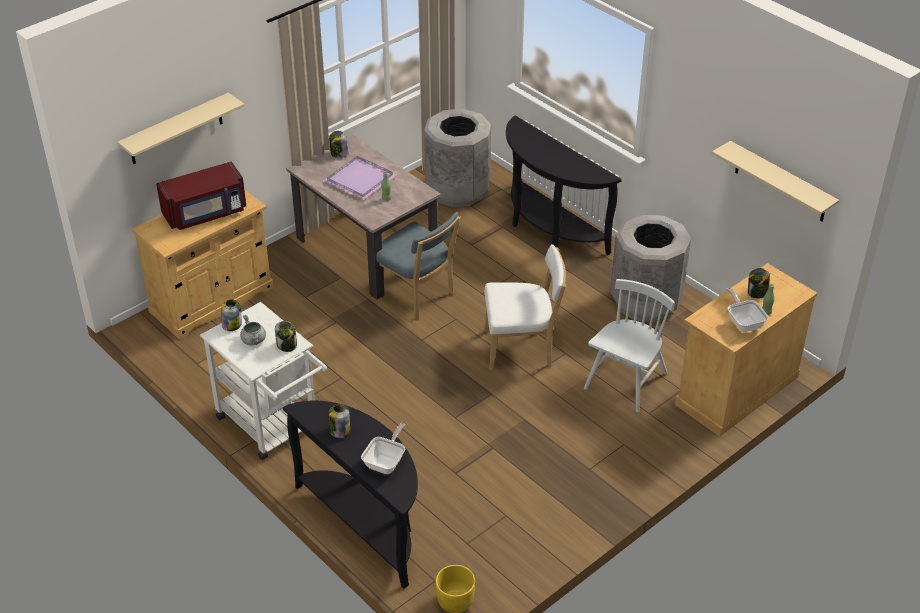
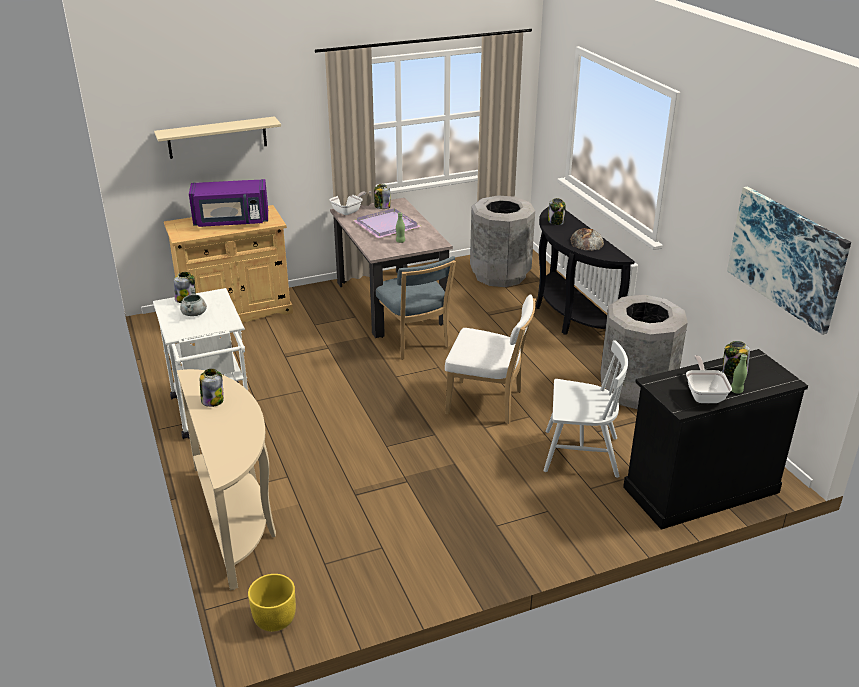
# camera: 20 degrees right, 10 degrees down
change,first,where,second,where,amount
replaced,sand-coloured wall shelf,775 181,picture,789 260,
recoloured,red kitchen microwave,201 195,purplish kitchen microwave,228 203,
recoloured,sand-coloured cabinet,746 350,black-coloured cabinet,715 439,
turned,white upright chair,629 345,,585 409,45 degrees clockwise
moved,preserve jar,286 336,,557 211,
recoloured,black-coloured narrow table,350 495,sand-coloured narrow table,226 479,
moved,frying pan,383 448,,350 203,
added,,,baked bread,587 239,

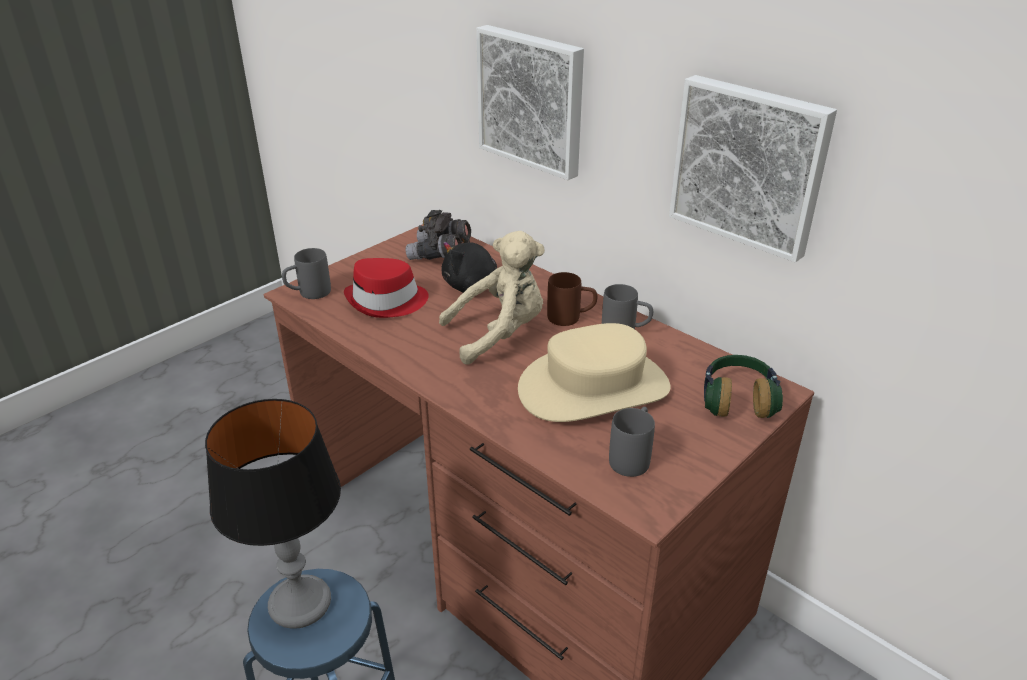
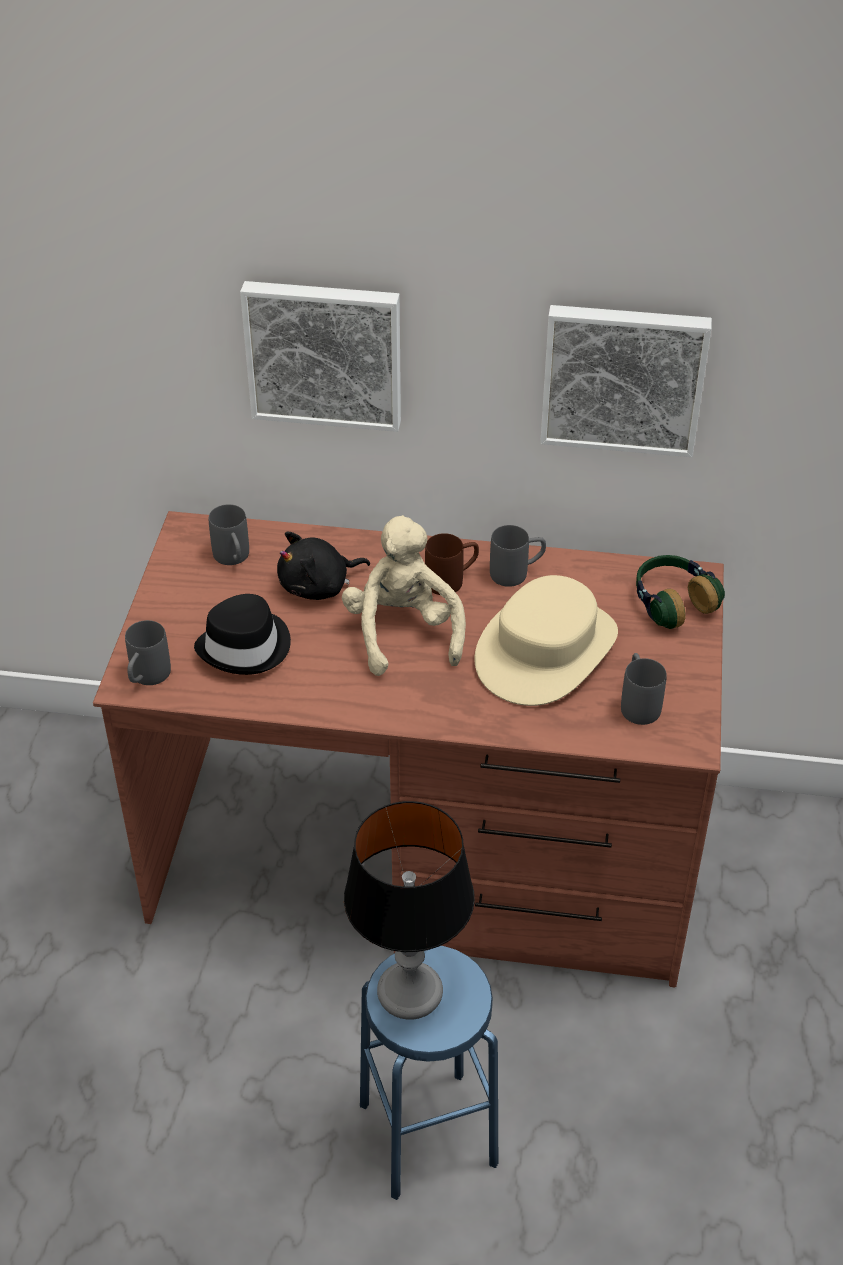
# camera: 35 degrees left, 10 degrees up
change,first,where,second,where,amount
replaced,greyish field glasses,438 235,greyish mug,229 534,
turned,sand-coloured soft toy,492 297,,404 595,45 degrees counterclockwise
recoloured,red hat,386 288,black-coloured hat,242 634,

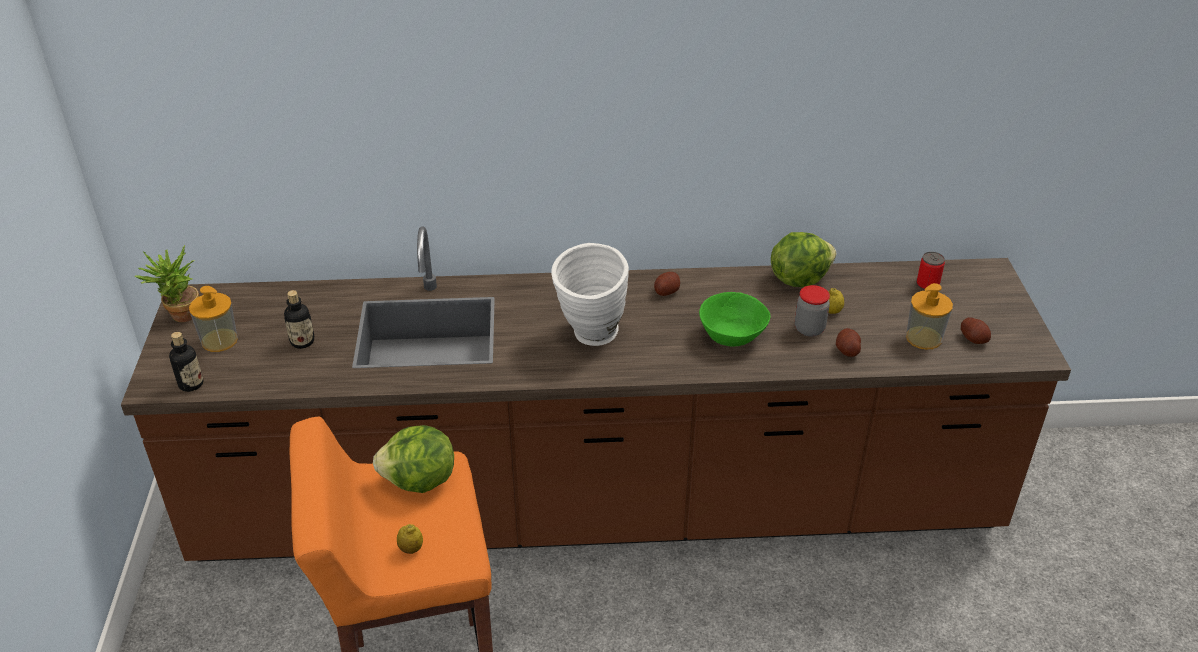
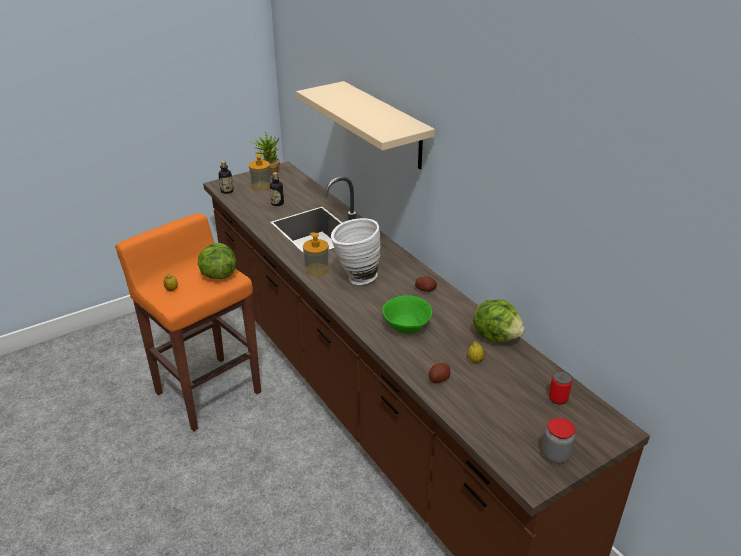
# camera: 60 degrees right, 5 degrees down
change,first,where,second,where,amount
moved,soap bottle,929 316,,316 254,
moved,preserve jar,812 311,,558 441,
removed,spud,976 330,,,
added,,,sand-coloured wall shelf,365 125,

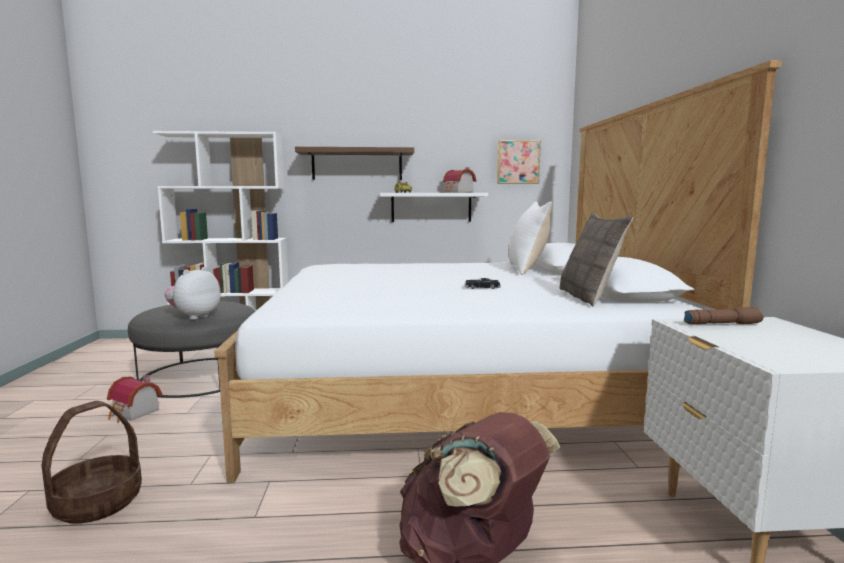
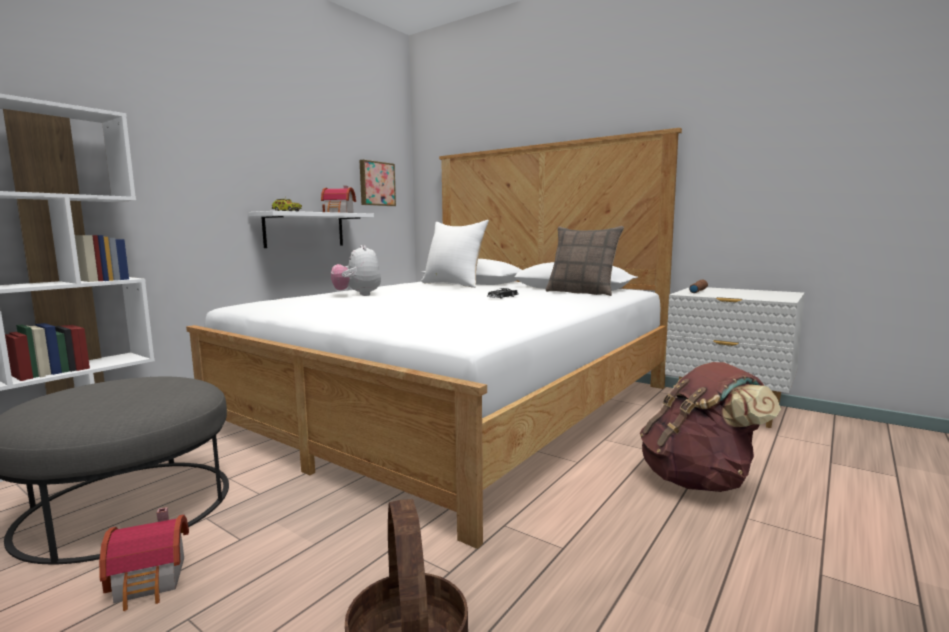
# camera: 50 degrees left, 0 degrees up
change,first,where,second,where,amount
removed,brown wall shelf,354 163,,,
moved,soft toy,192 293,,356 270,

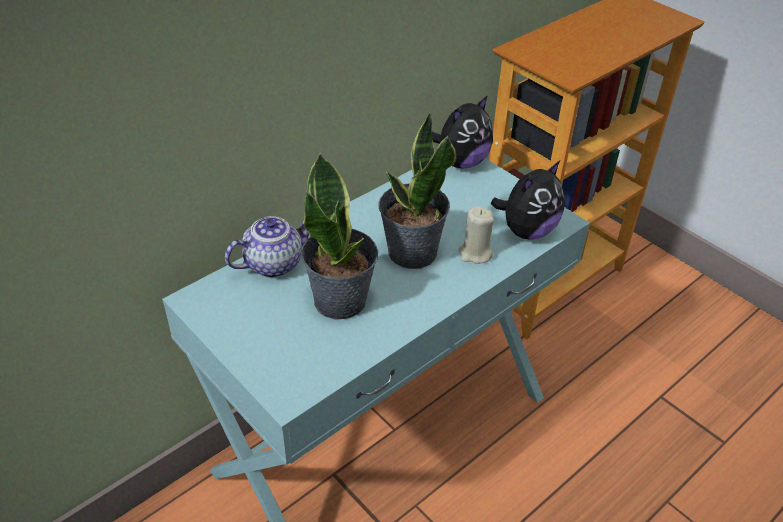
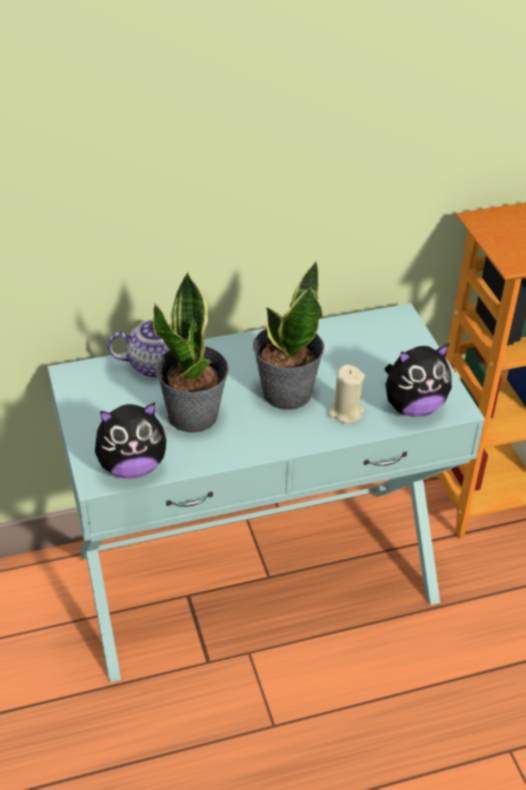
# camera: 25 degrees right, 0 degrees up
change,first,where,second,where,amount
moved,soft toy,462 131,,131 440,

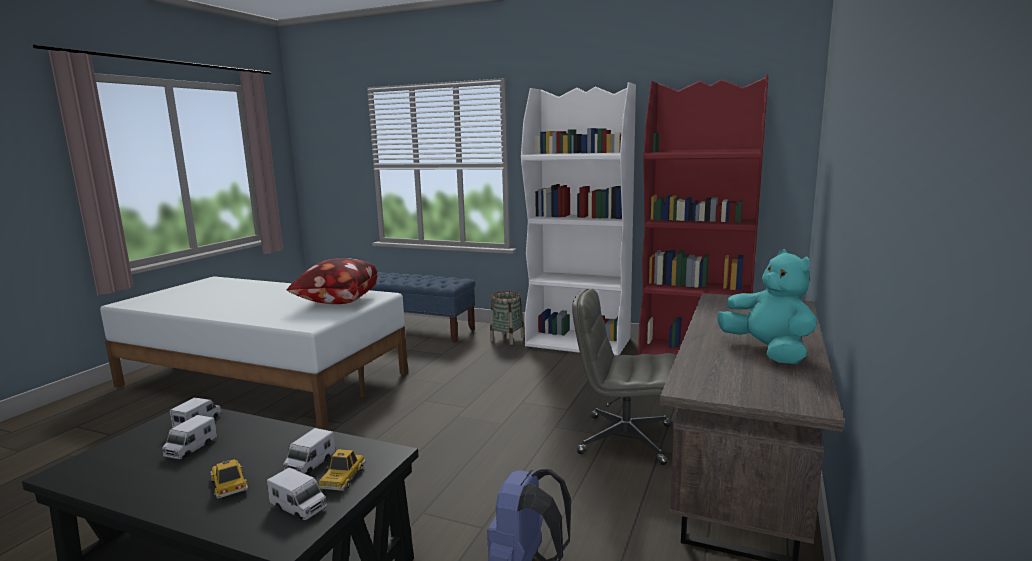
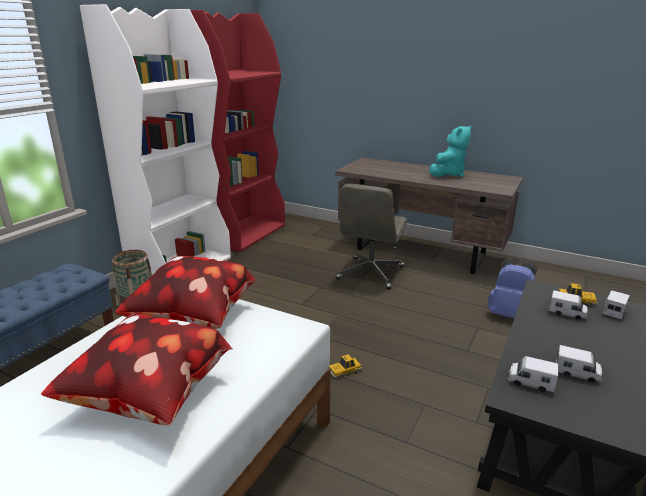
# camera: 85 degrees left, 10 degrees up
change,first,where,second,where,amount
turned,turquoise-coloured soft toy,767 306,,450 151,150 degrees clockwise
moved,toy car,229 479,,345 366,
added,,,throw pillow,137 370,

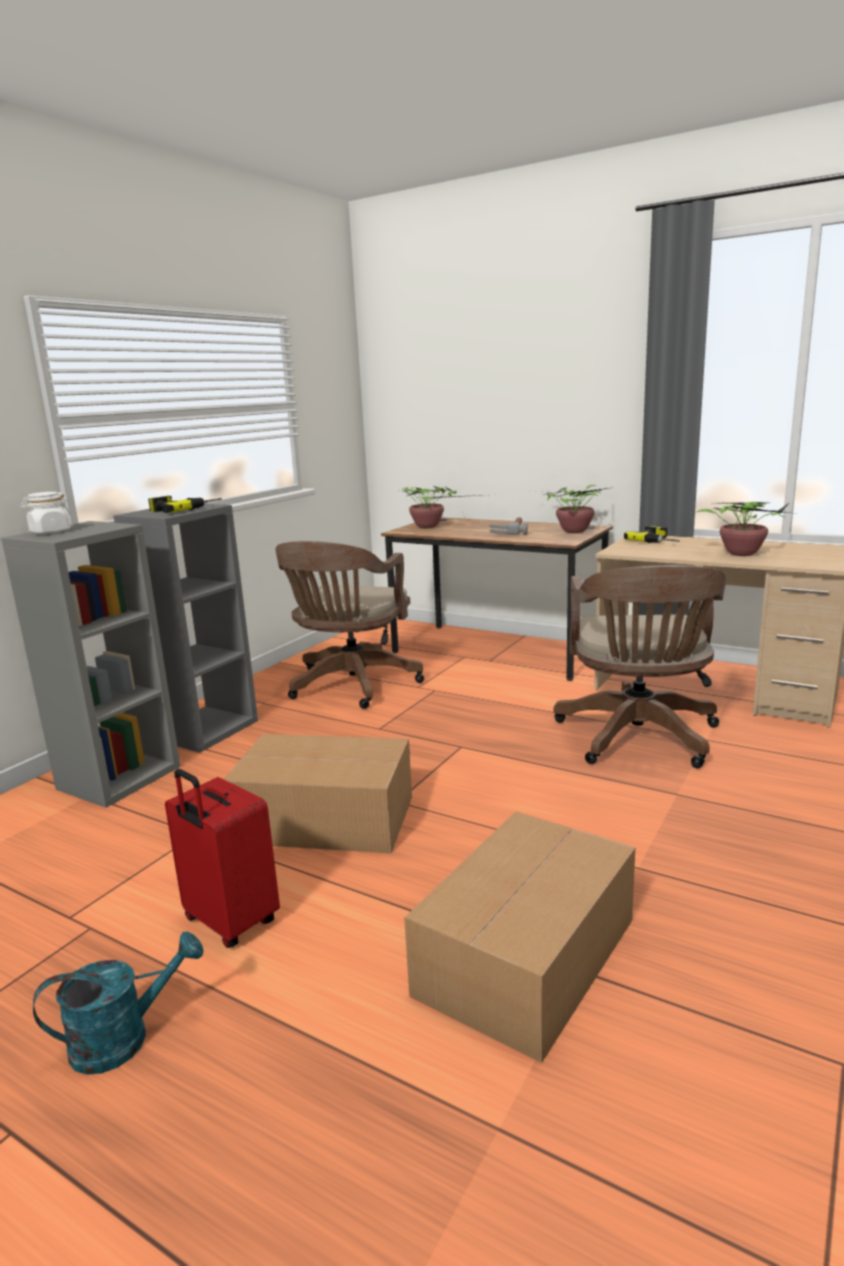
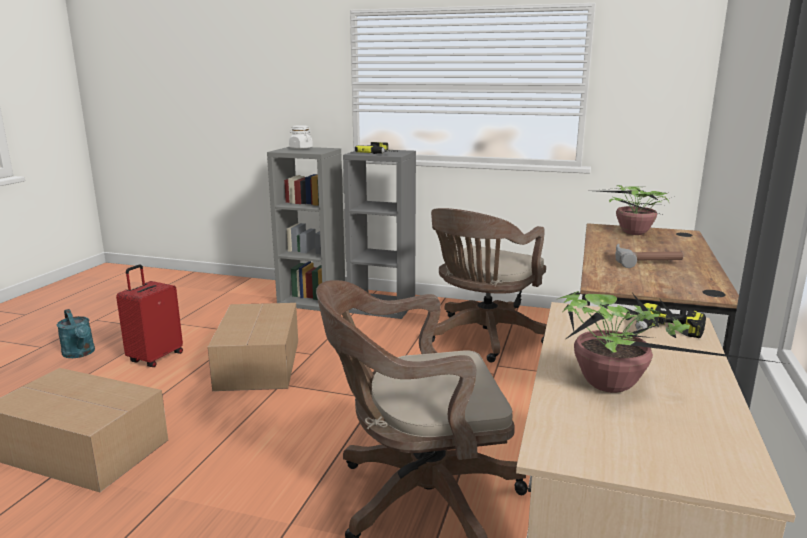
# camera: 75 degrees right, 0 degrees up
change,first,where,second,where,amount
removed,houseplant,576 509,,,
turned,brown desk chair,350 625,,489 285,60 degrees counterclockwise

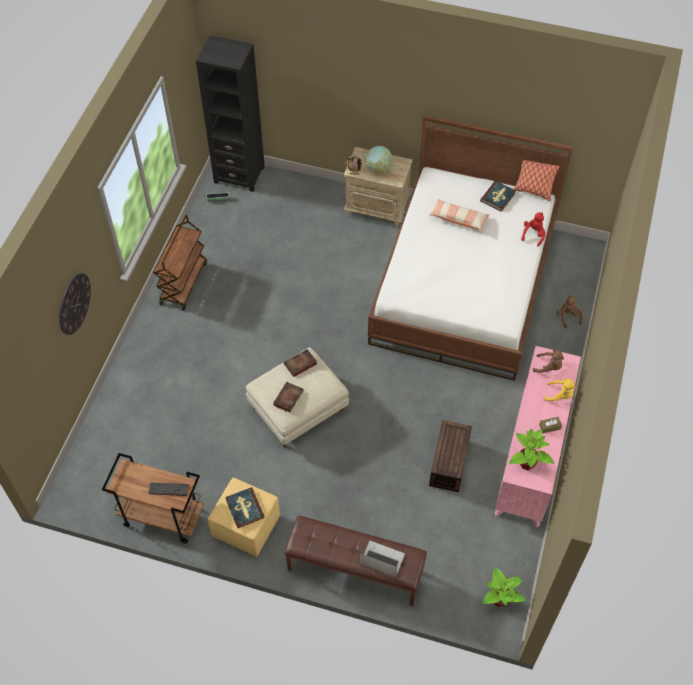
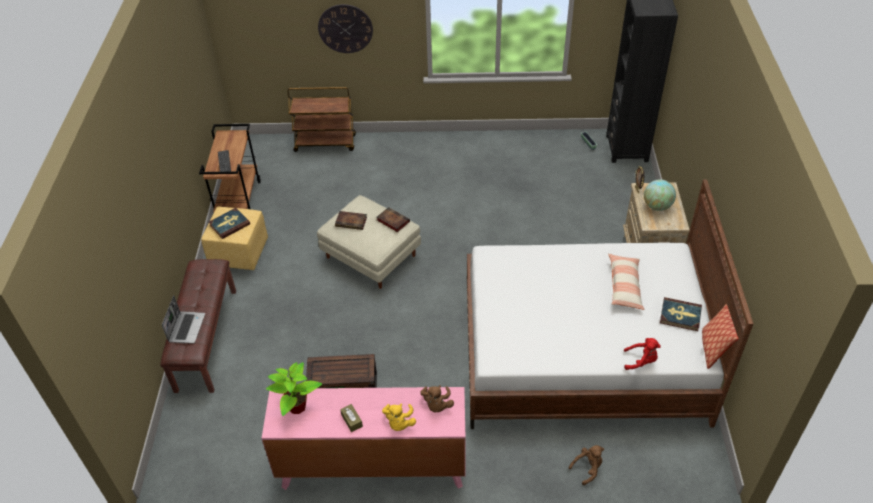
# camera: 75 degrees right, 10 degrees down
change,first,where,second,where,amount
moved,brown cart,180 263,,322 119,
removed,houseplant,504 587,,,

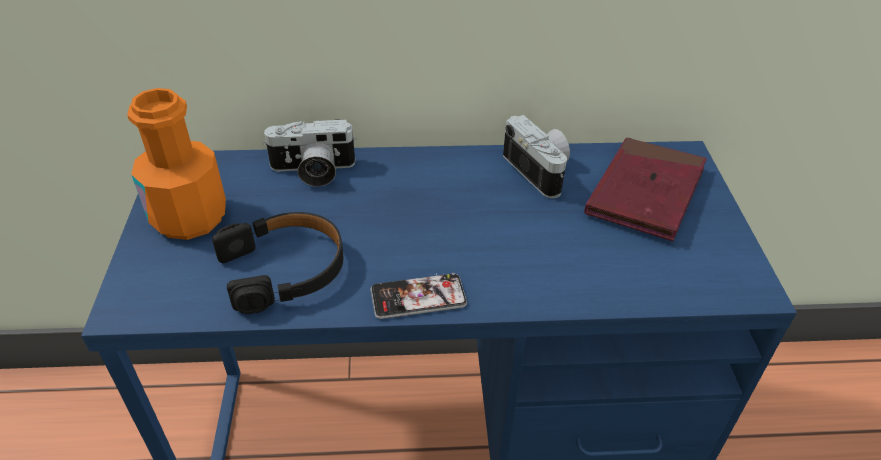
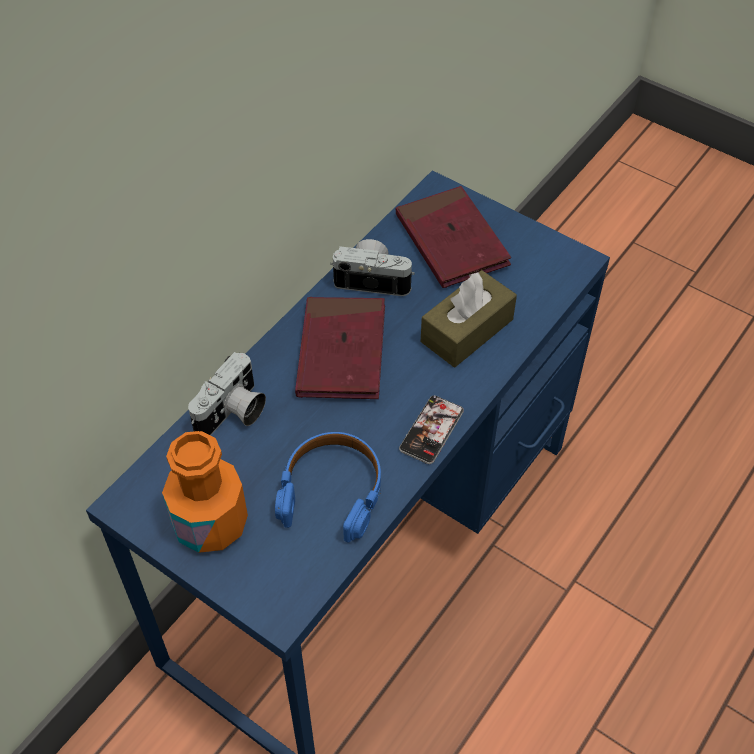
# camera: 50 degrees left, 10 degrees up
change,first,where,second,where,amount
recoloured,black-coloured headset,277 263,blue headset,328 487,
added,,,brown tissue box,469 318,
added,,,red bound book,340 348,

